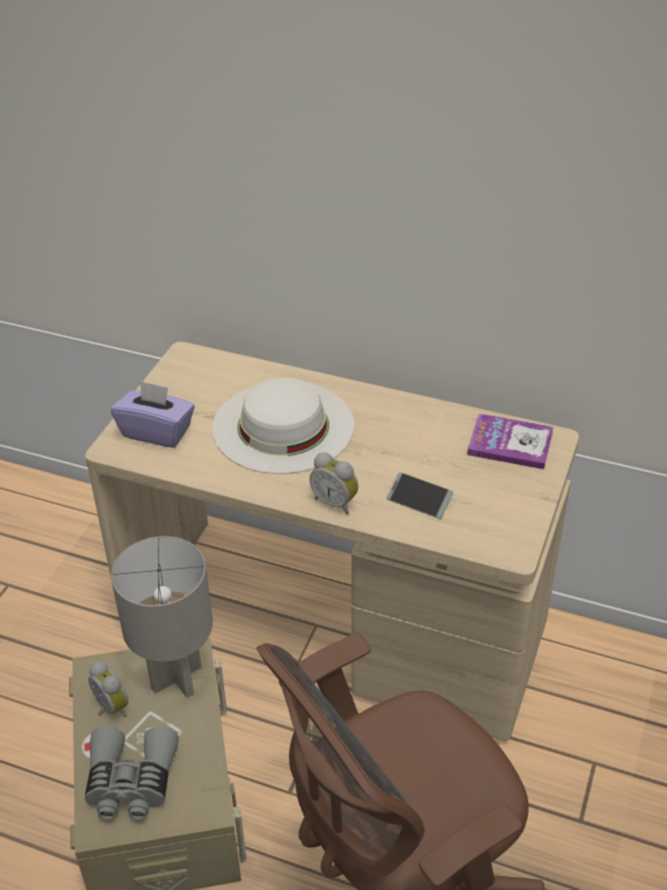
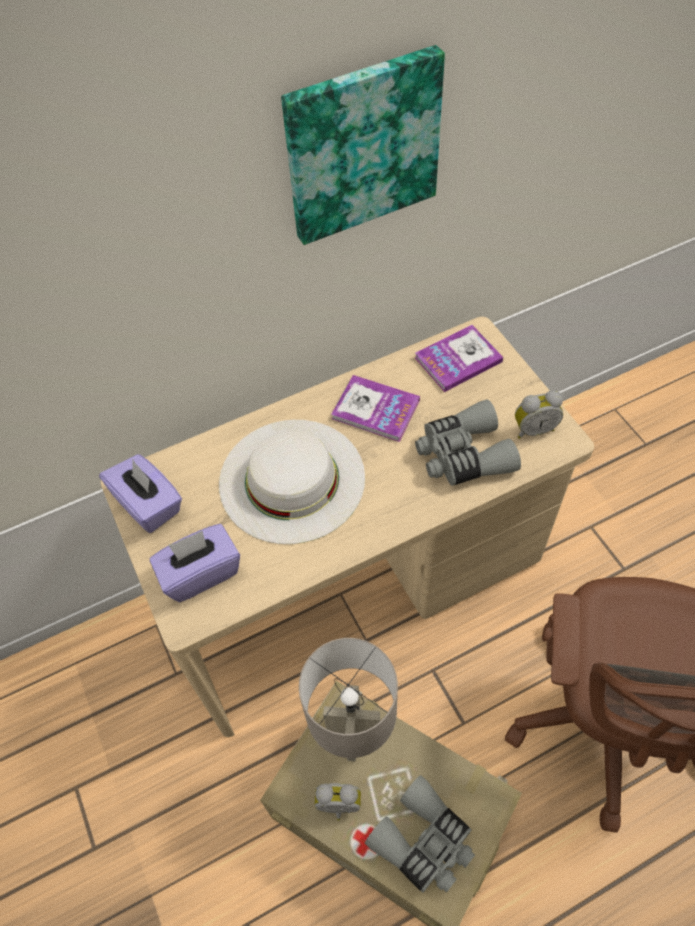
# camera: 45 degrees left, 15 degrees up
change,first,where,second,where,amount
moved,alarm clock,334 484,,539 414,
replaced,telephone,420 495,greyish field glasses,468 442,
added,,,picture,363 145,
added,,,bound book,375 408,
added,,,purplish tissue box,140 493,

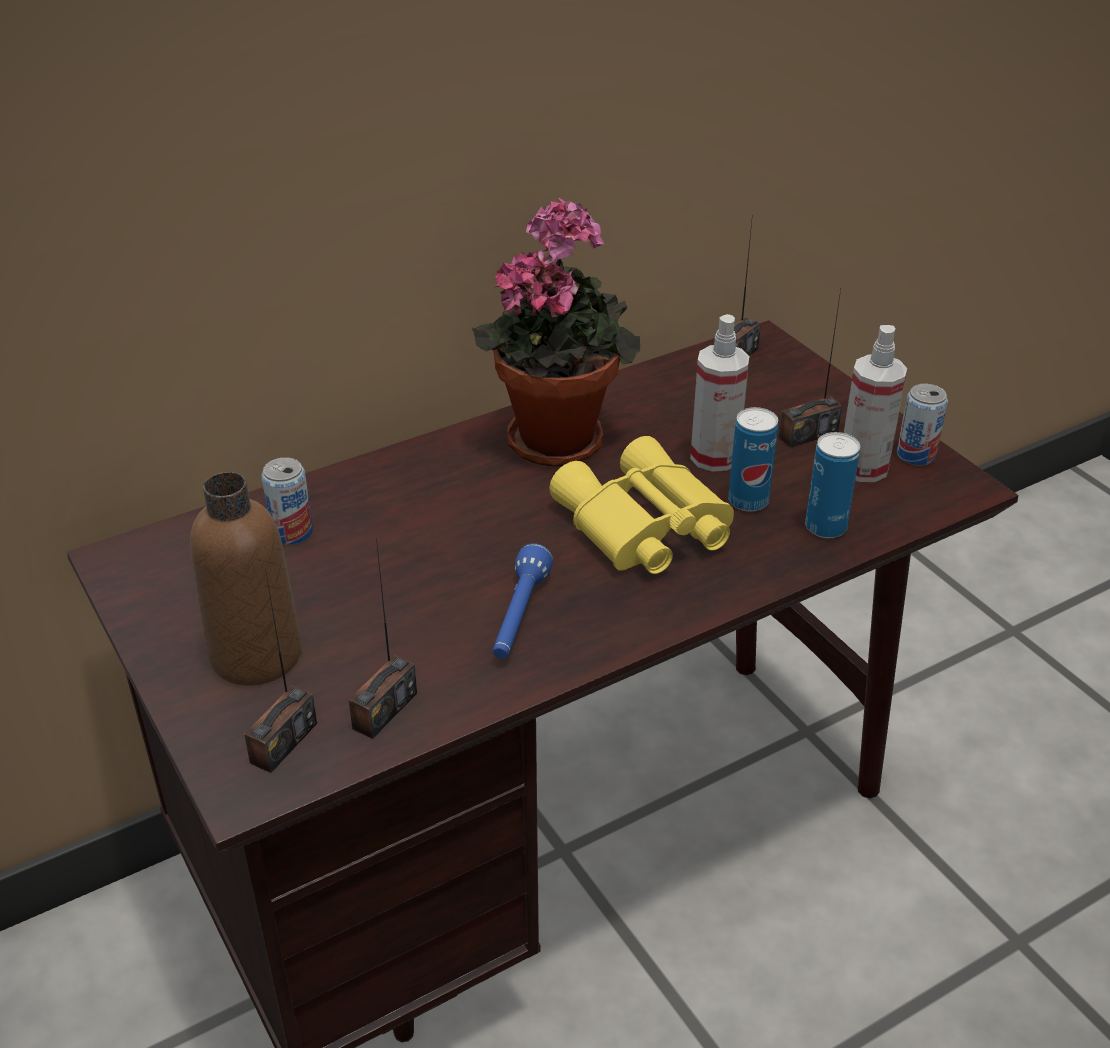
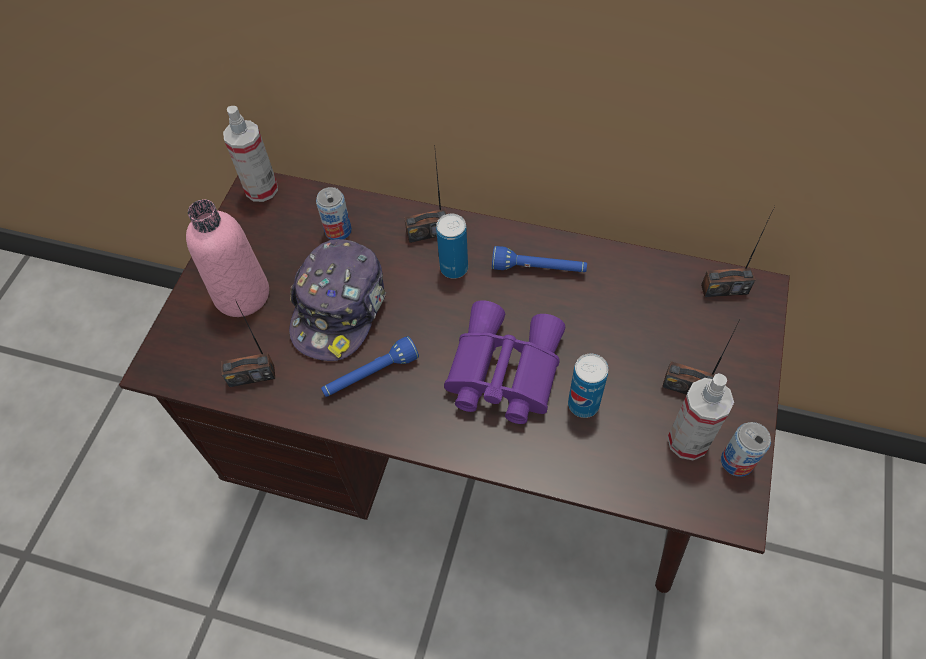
# camera: 50 degrees right, 20 degrees up
change,first,where,second,where,amount
replaced,houseplant,556 332,blue flashlight,539 259,
moved,sprayer,720 393,,250 154,
moved,sealed can,832 485,,452 246,
recoloured,yellow-coloured field glasses,641 505,purplish field glasses,504 362,
recoloured,brown beverage bottle,246 579,pinkish beverage bottle,227 258,
moved,radio receiver,280 670,,425 197,
added,,,cap,337 300,

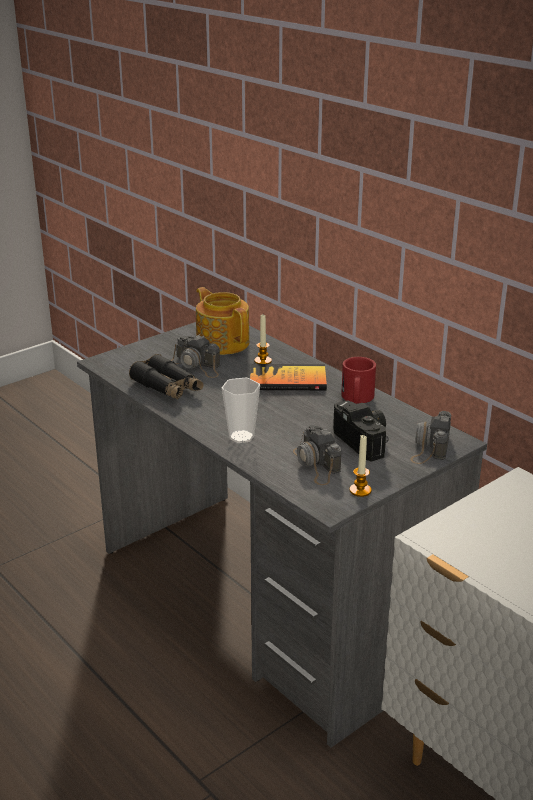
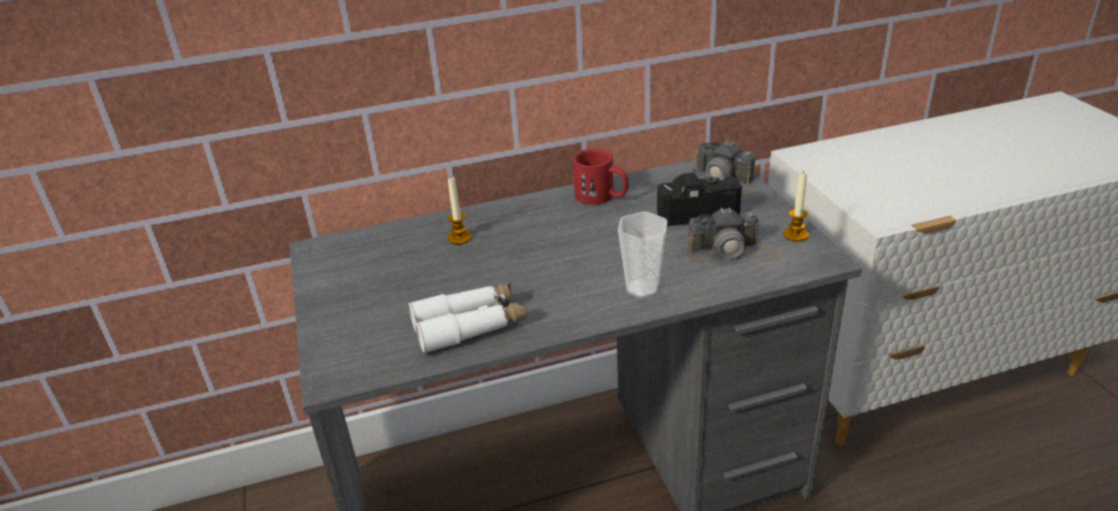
# camera: 65 degrees left, 5 degrees up
change,first,where,second,where,amount
removed,tea pot,222 321,,,
removed,photo camera,195 356,,,
recoloured,black-coloured field glasses,166 377,white field glasses,467 318,
removed,bound book,288 377,,,

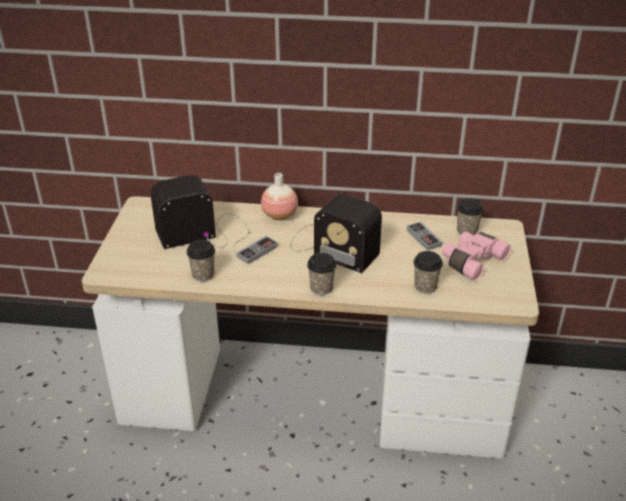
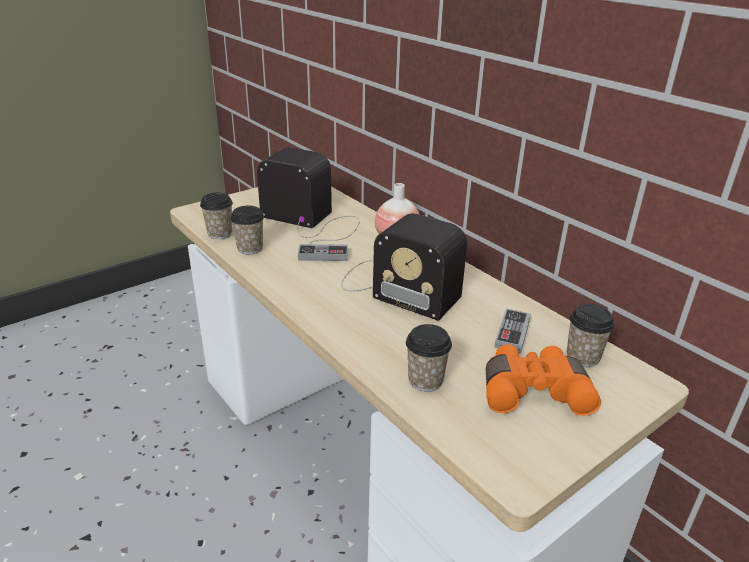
# camera: 45 degrees right, 5 degrees down
change,first,where,second,where,amount
turned,radio receiver,336 233,,404 267,45 degrees counterclockwise
recoloured,pinkish field glasses,476 256,orange-coloured field glasses,543 380,
moved,drinking cup,321 274,,216 215,

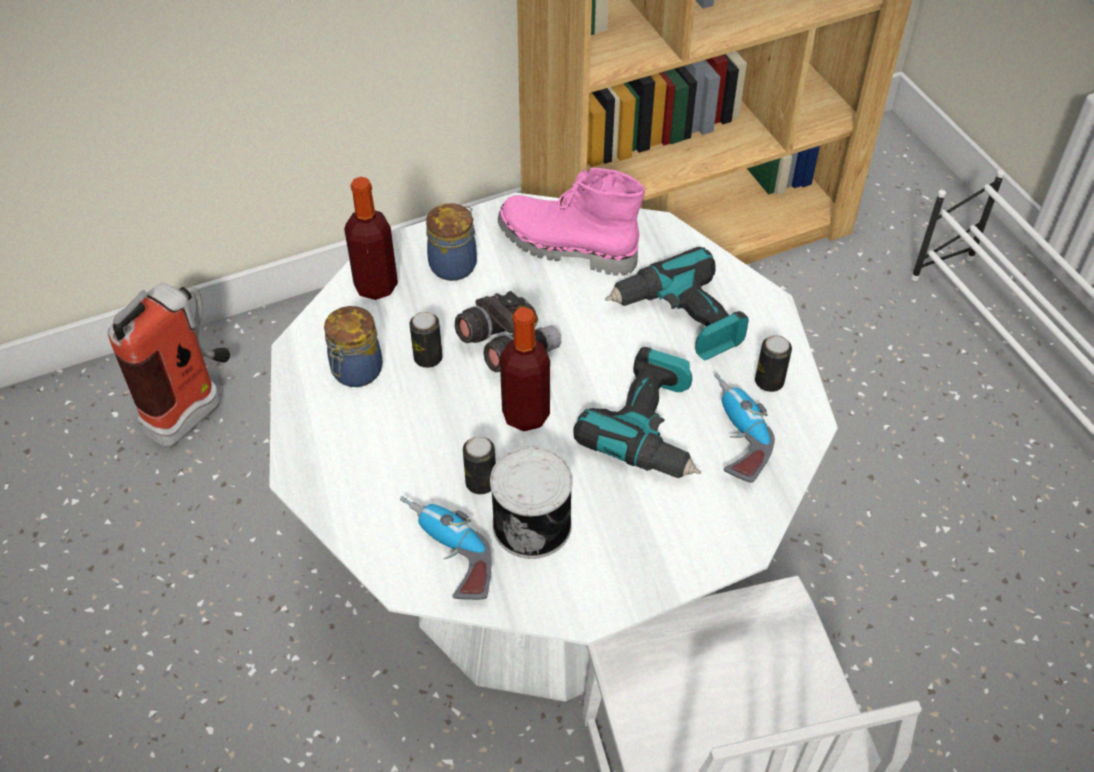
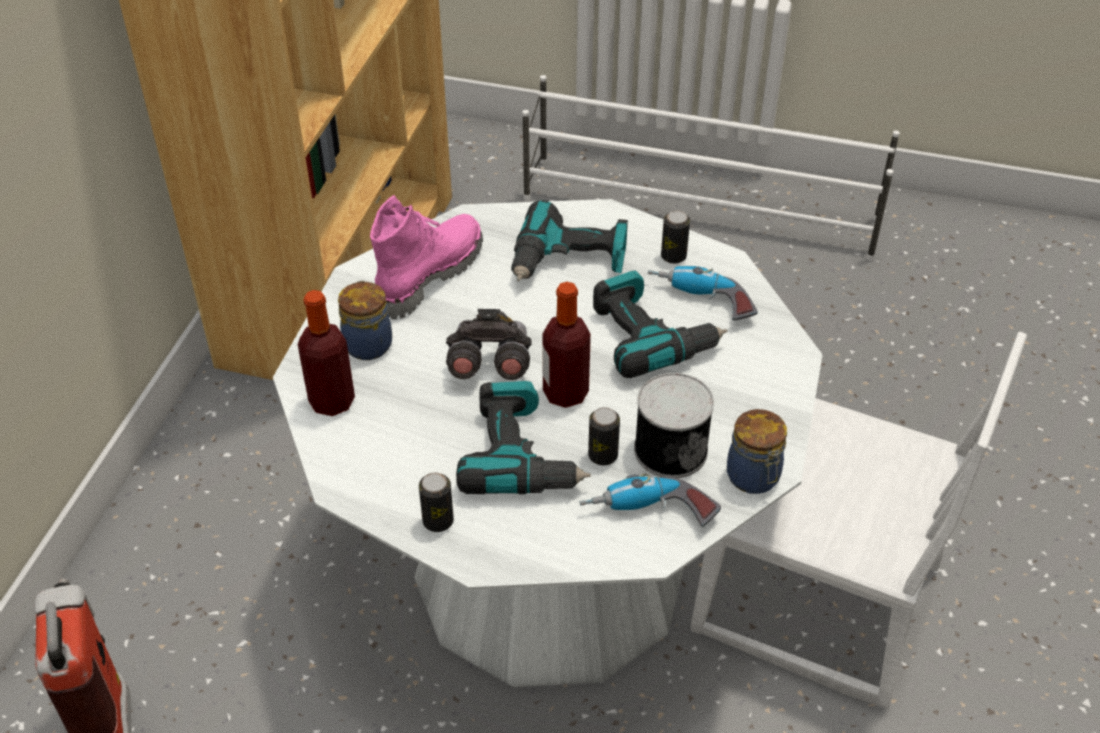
# camera: 50 degrees left, 5 degrees down
change,first,where,second,where,amount
turned,pinkish tall boot,571 222,,426 257,150 degrees clockwise
moved,preserve jar,353 346,,757 451,
moved,sealed can,426 340,,436 502,
added,,,electric drill,523 437,

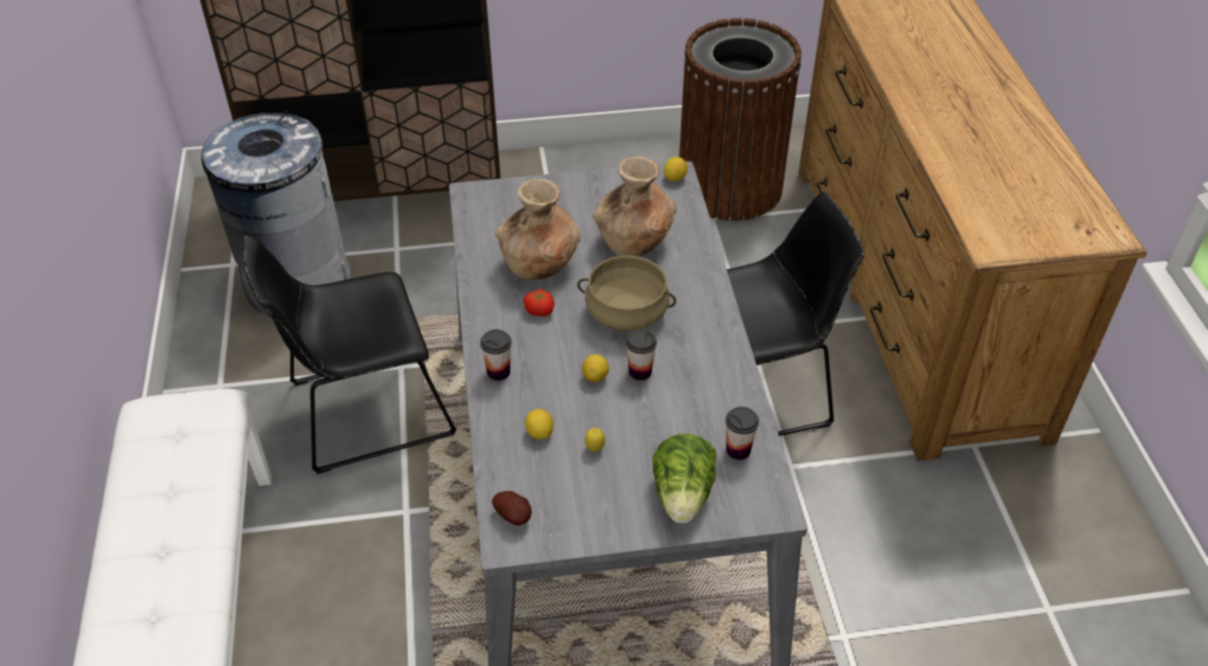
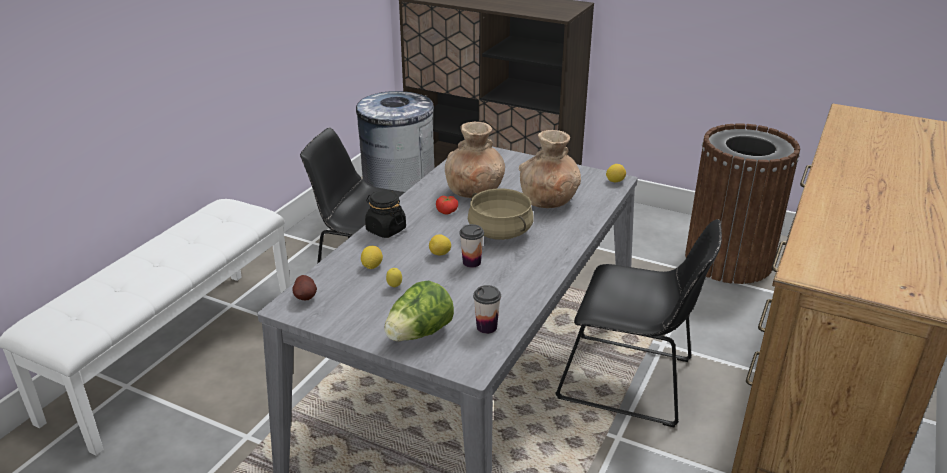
# camera: 35 degrees right, 15 degrees down
change,first,where,second,where,amount
replaced,drinking cup,496 355,black-coloured preserve jar,385 214,

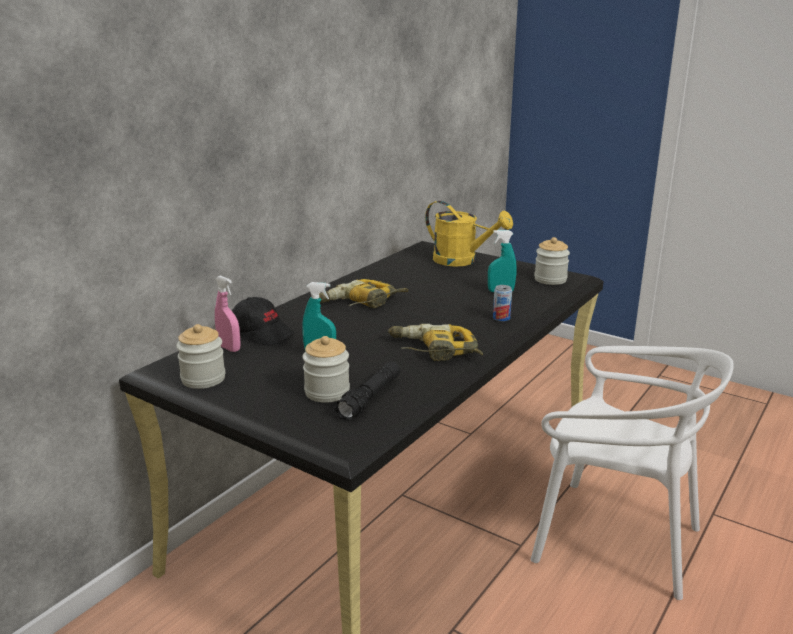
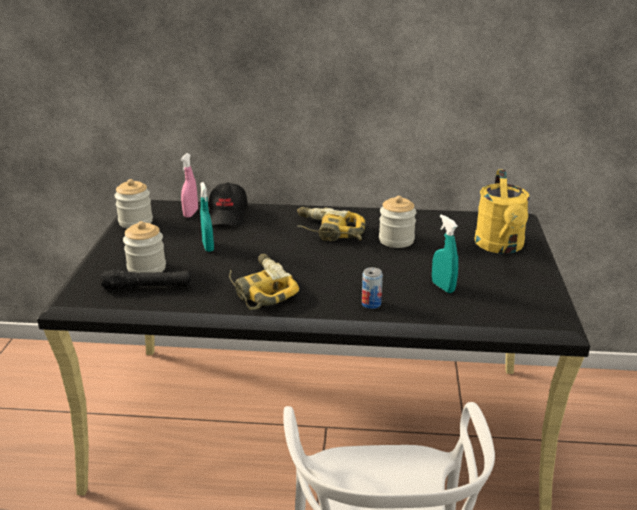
# camera: 60 degrees right, 5 degrees up
change,first,where,second,where,amount
moved,preserve jar,552 261,,397 222,

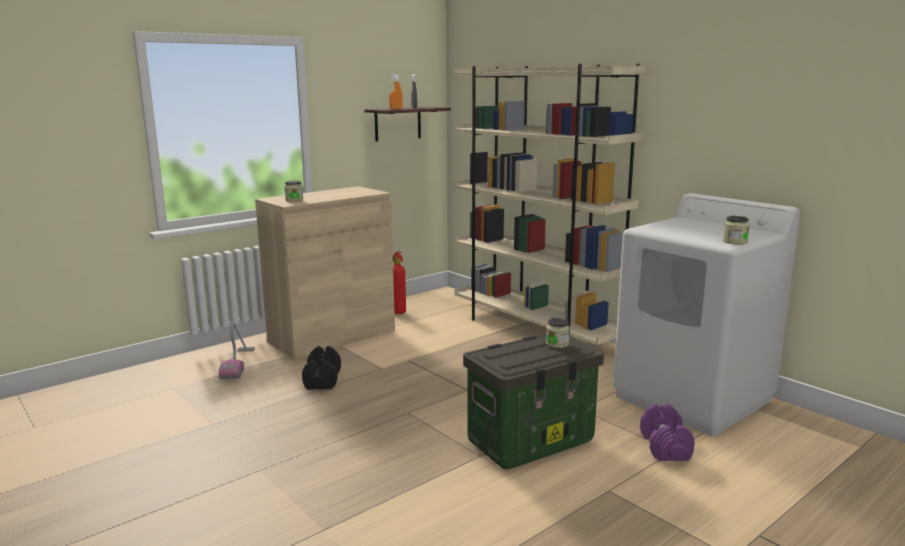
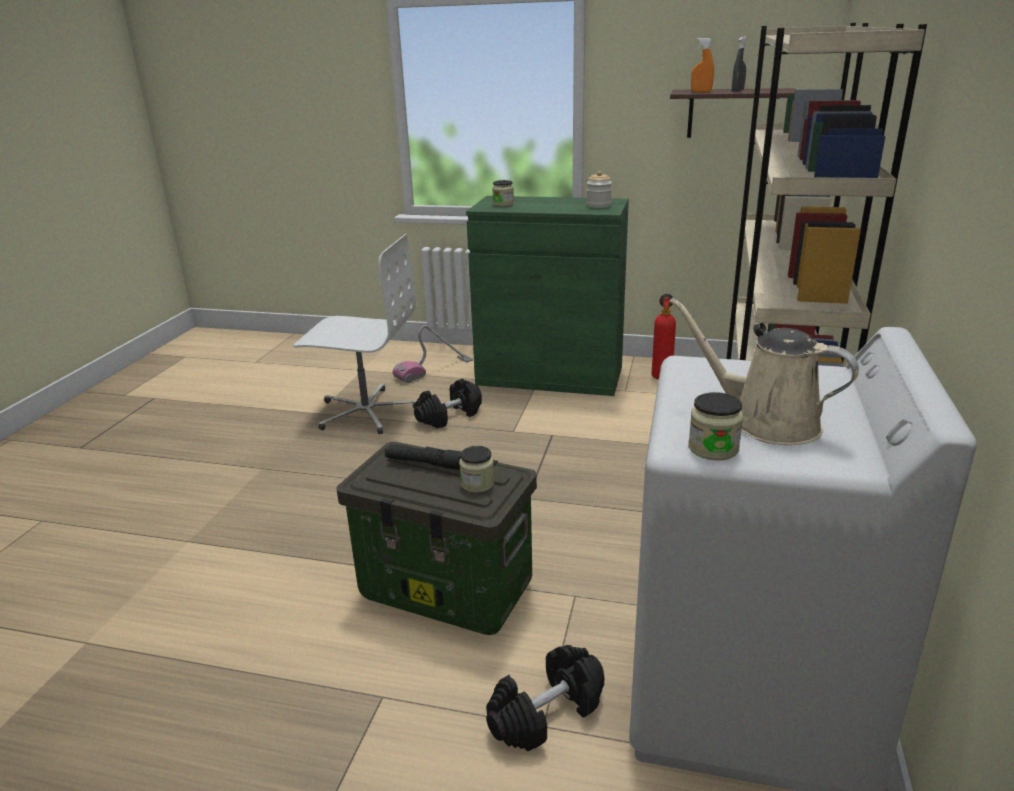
# camera: 55 degrees right, 10 degrees up
change,first,where,second,where,amount
recoloured,sand-coloured cabinet,325 272,greenish cabinet,547 296,
recoloured,purplish free weight,667 432,black-coloured free weight,545 698,
added,,,preserve jar,599 189,
added,,,white desk chair,355 334,
added,,,sand-coloured watering can,764 371,
added,,,black-coloured flashlight,423 457,

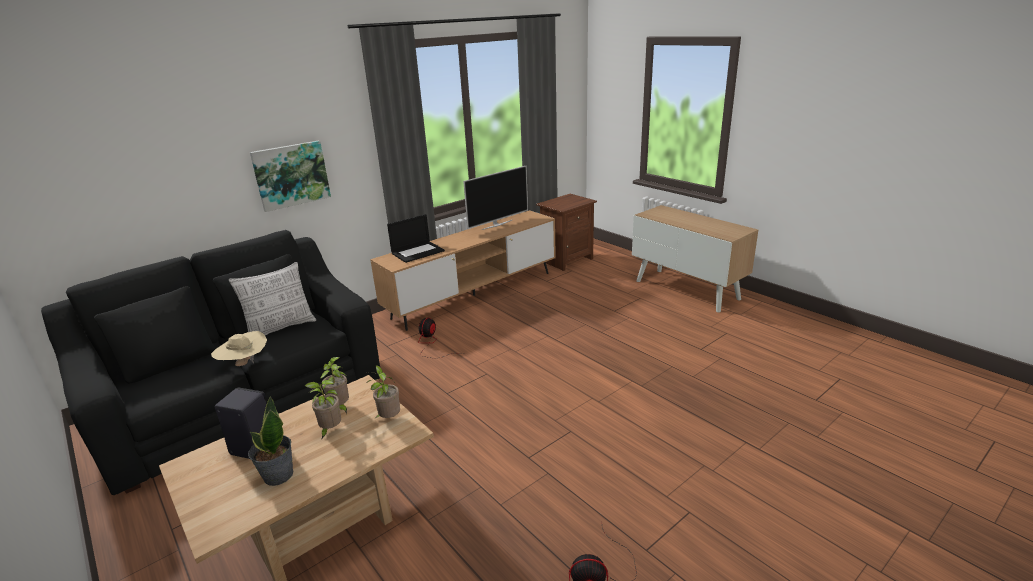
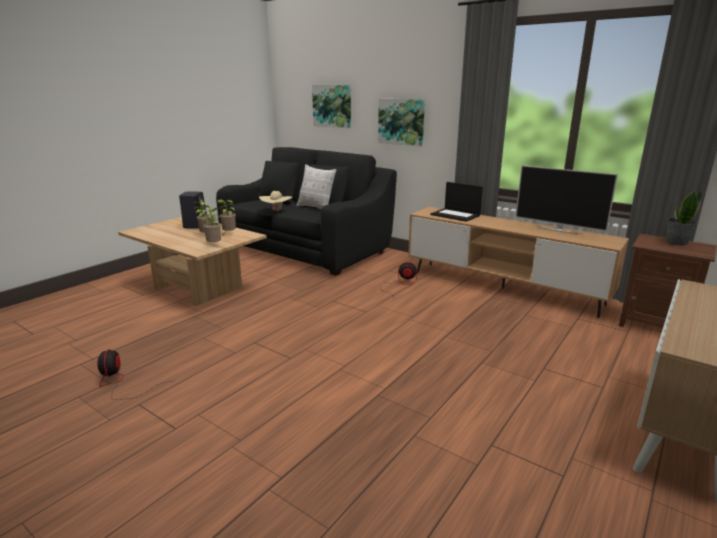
# camera: 75 degrees right, 5 degrees down
change,first,where,second,where,amount
moved,houseplant,270 441,,684 218,
added,,,picture,331 106,

